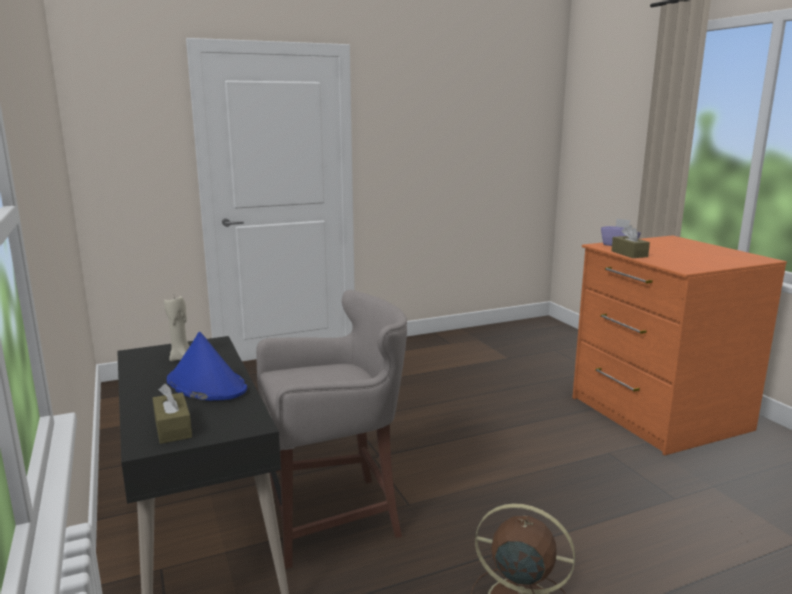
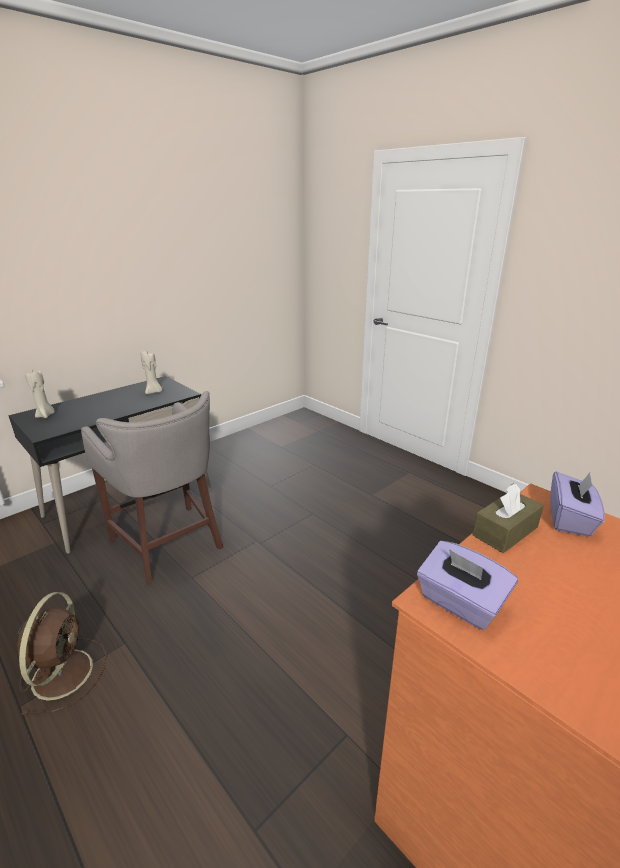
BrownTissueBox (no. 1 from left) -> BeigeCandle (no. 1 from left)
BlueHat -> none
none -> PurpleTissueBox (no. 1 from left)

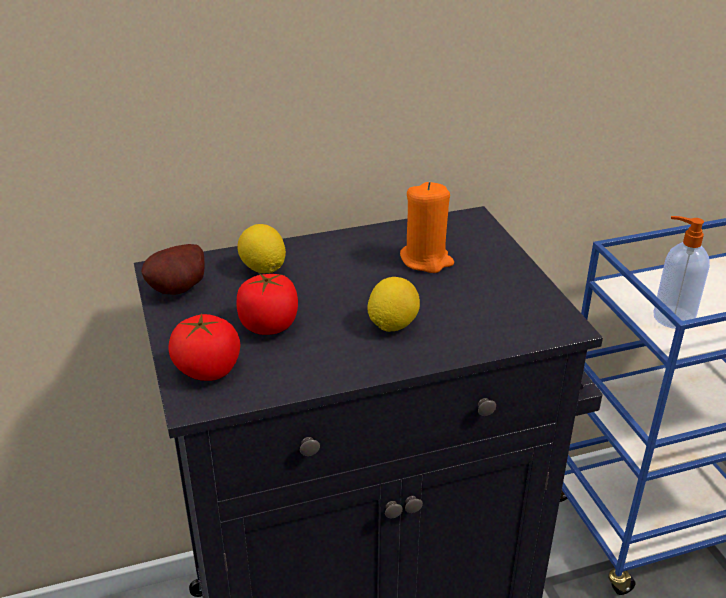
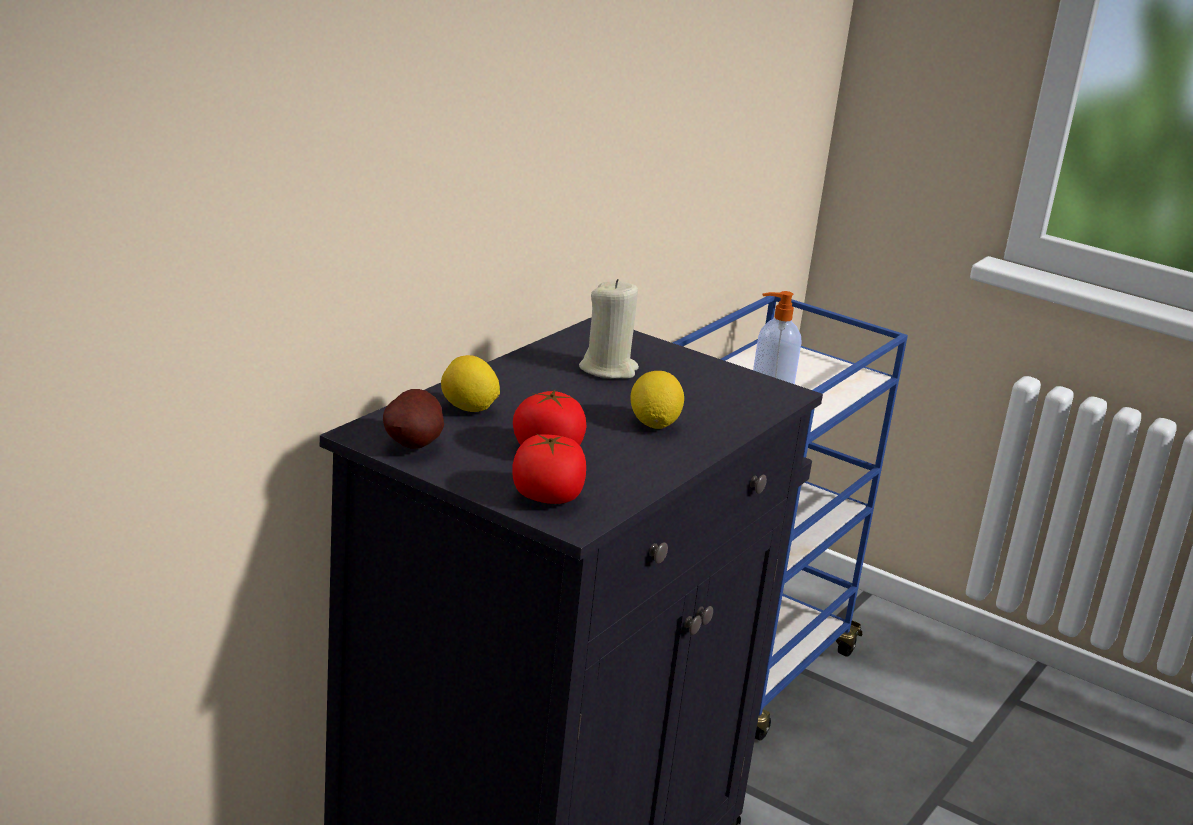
OrangeCandle -> BeigeCandle

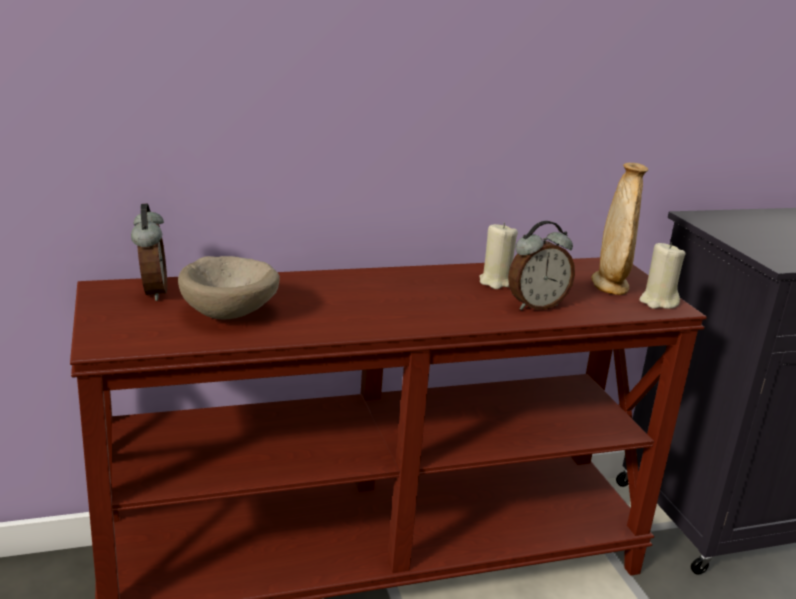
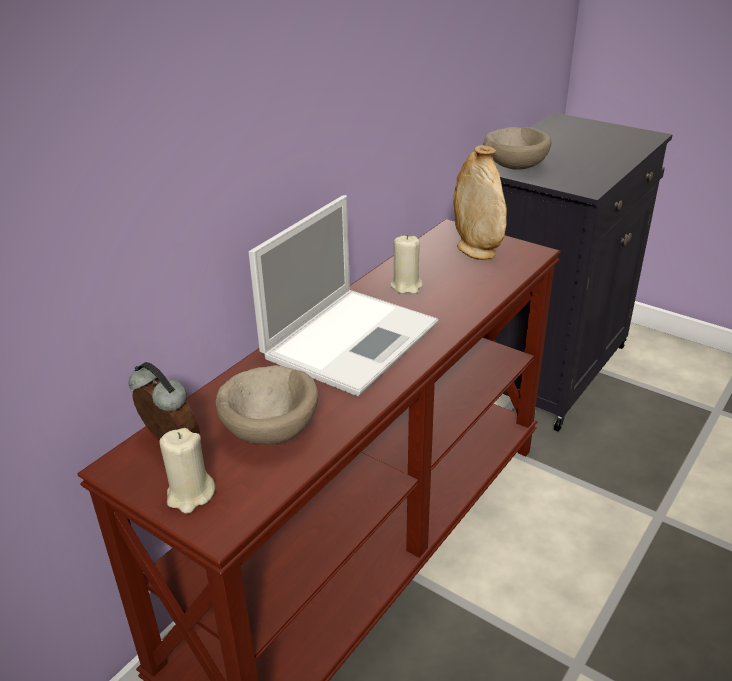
AlarmClock (no. 2 from left) -> none
BeigeCandle (no. 2 from left in the first image) -> BeigeCandle (no. 1 from left), relocated
none -> Laptop
none -> BeigeBowl (no. 2 from left)

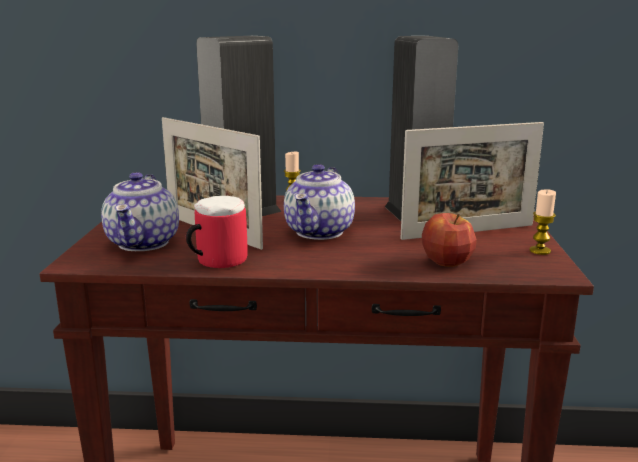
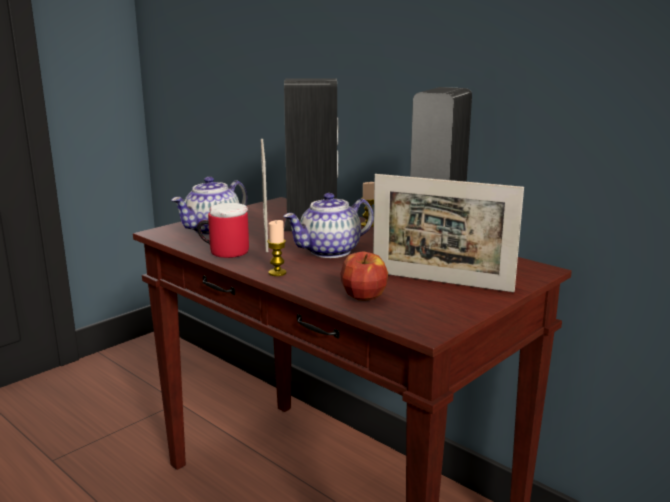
Candle (no. 2 from left in the first image) -> Candle (no. 1 from left), relocated

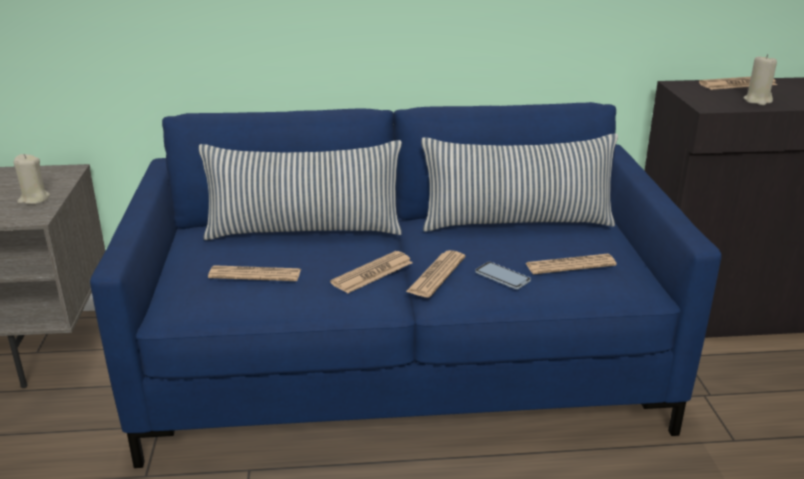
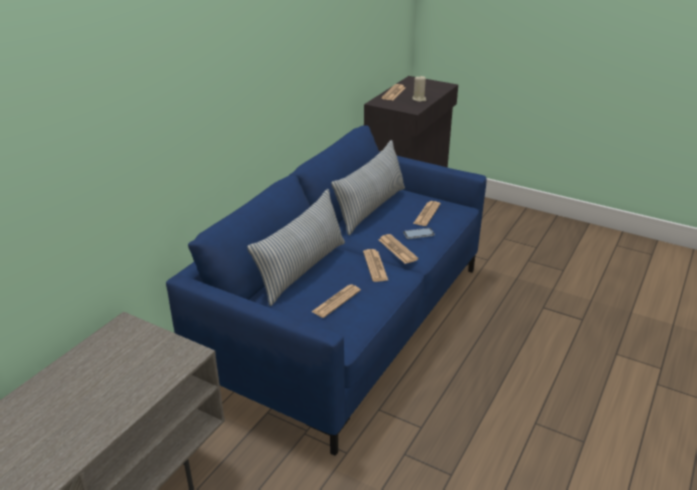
BeigeCandle (no. 1 from left) -> none

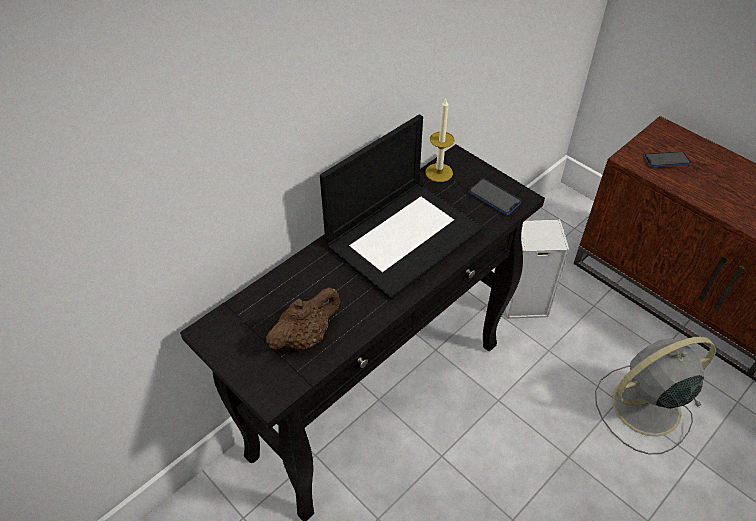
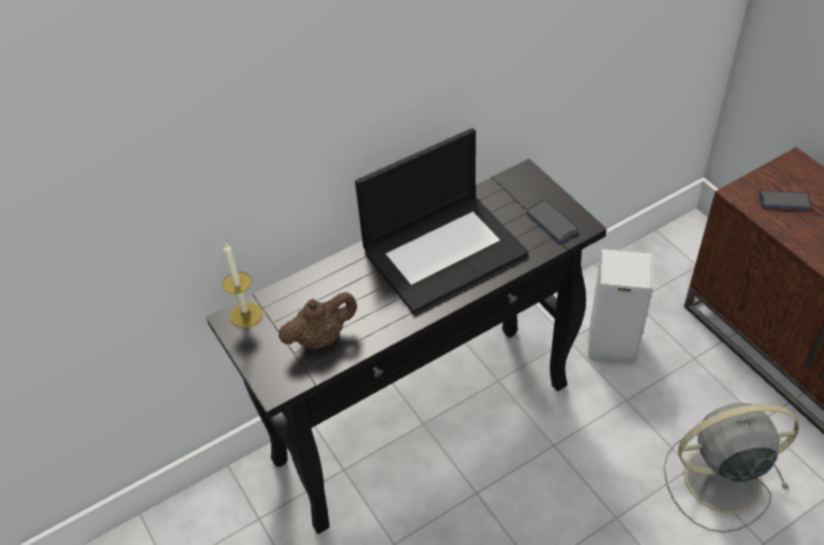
Candle, relocated

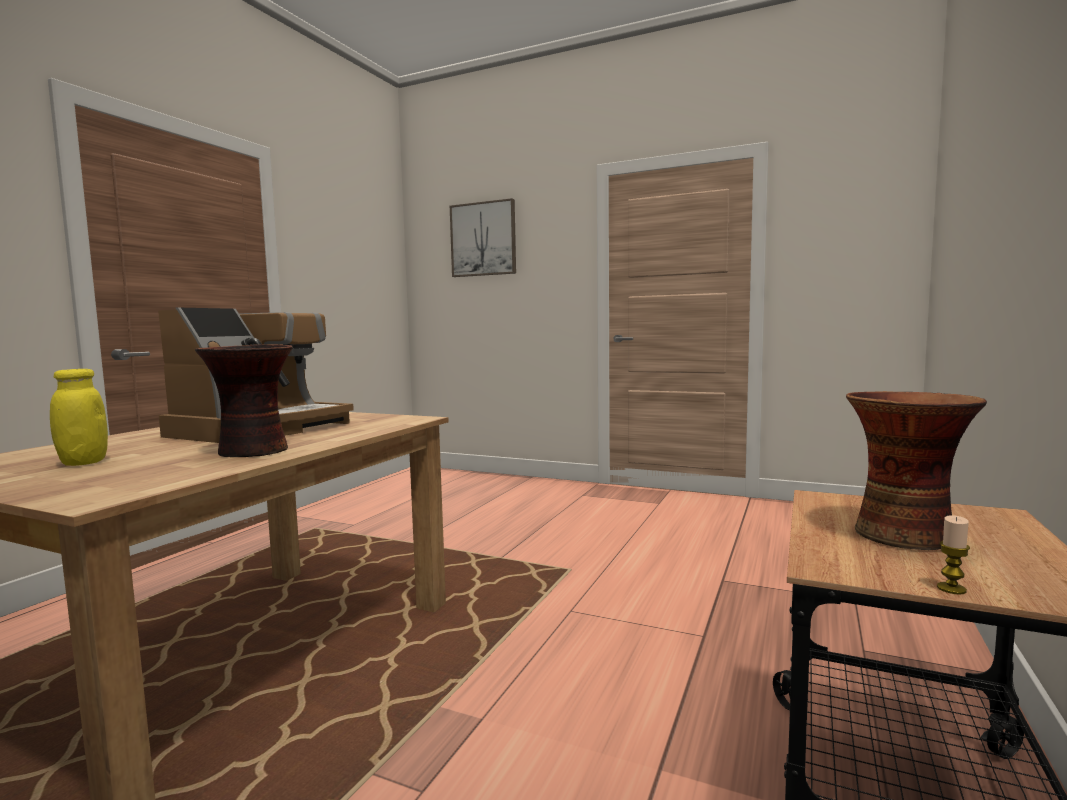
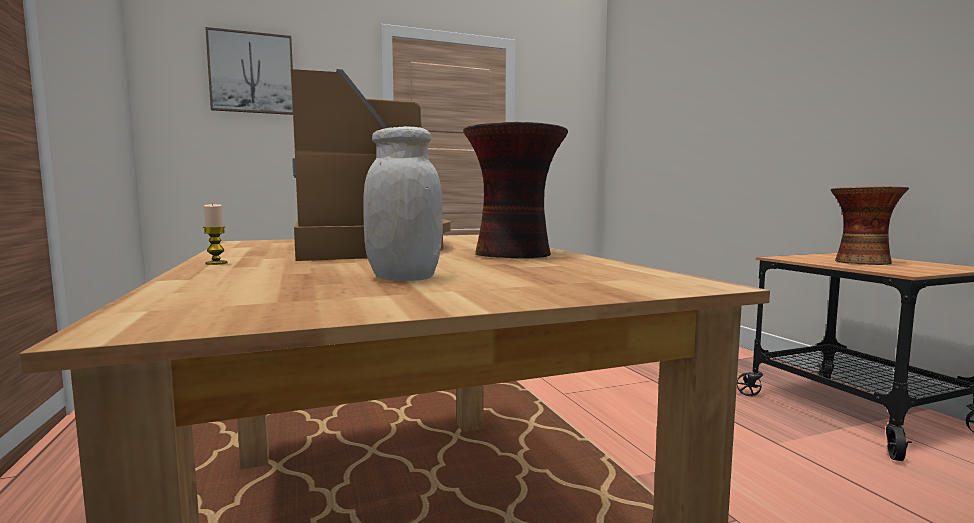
YellowJar -> WhiteJar
Candle, relocated

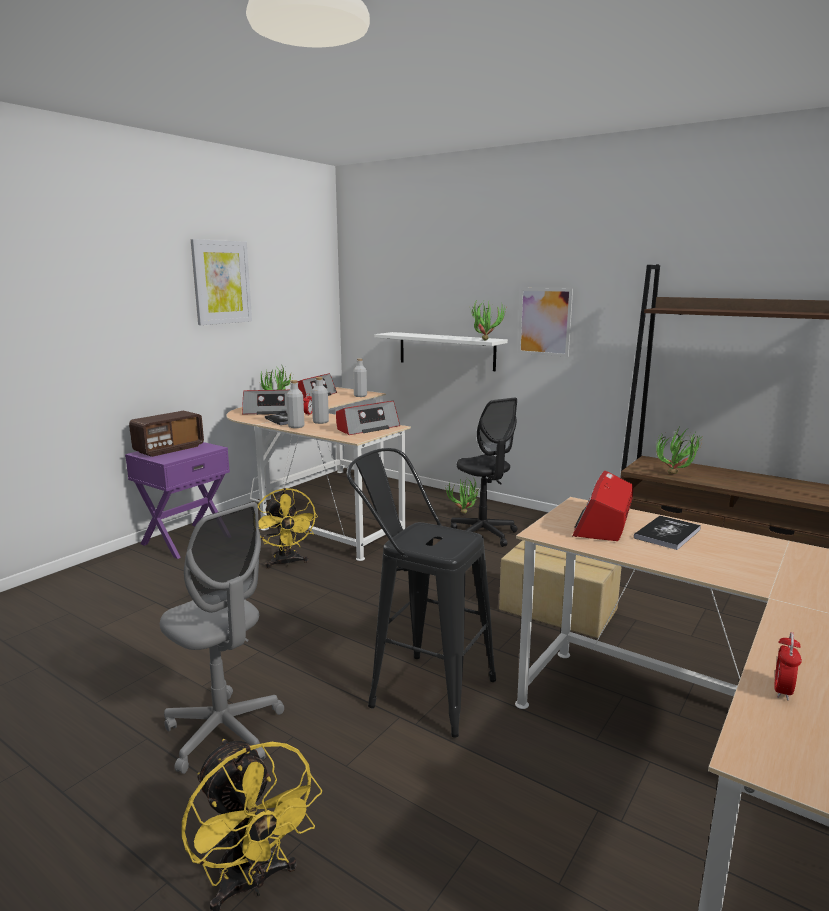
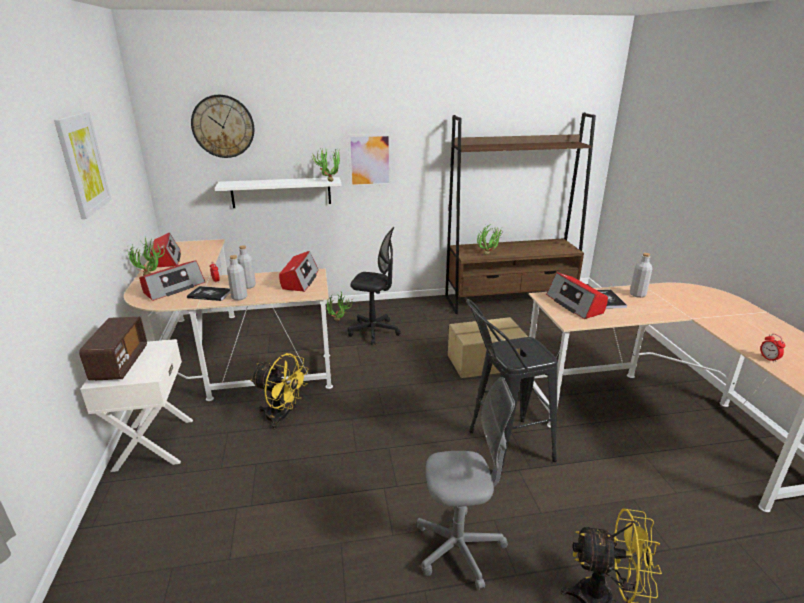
PurpleNightstand -> WhiteNightstand
GreyBottle (no. 3 from left), relocated
none -> WallClock

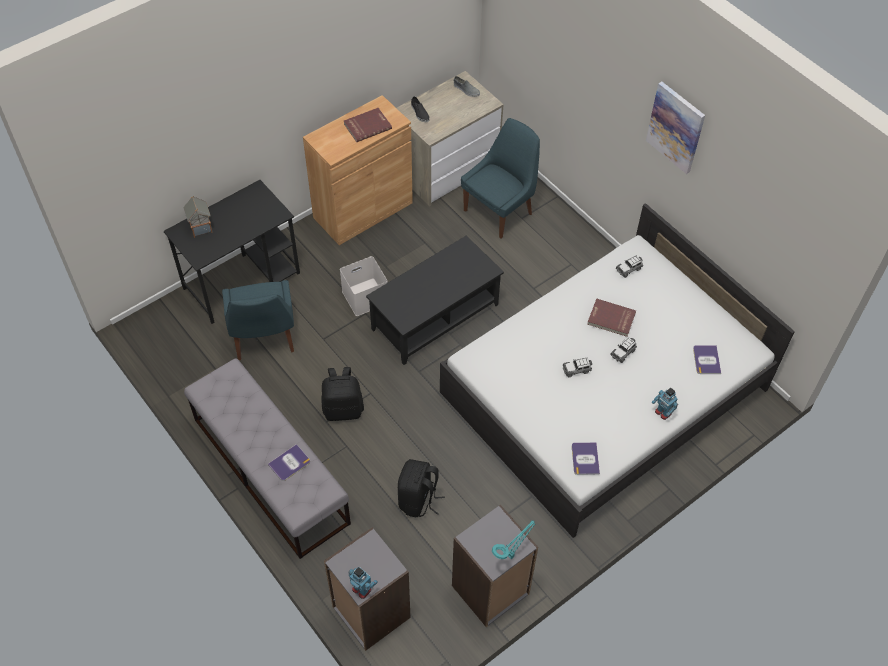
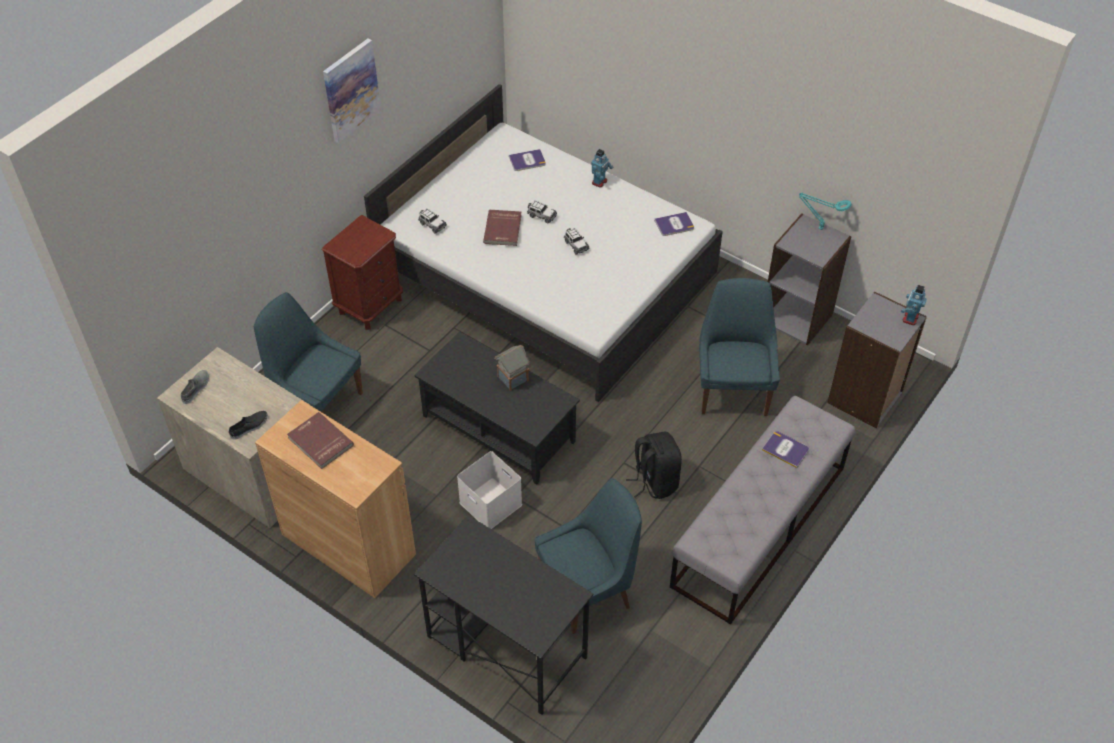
ToyHouse, relocated
BlackBackpack (no. 2 from left) -> BlueChair (no. 3 from left)
none -> BrownNightstand

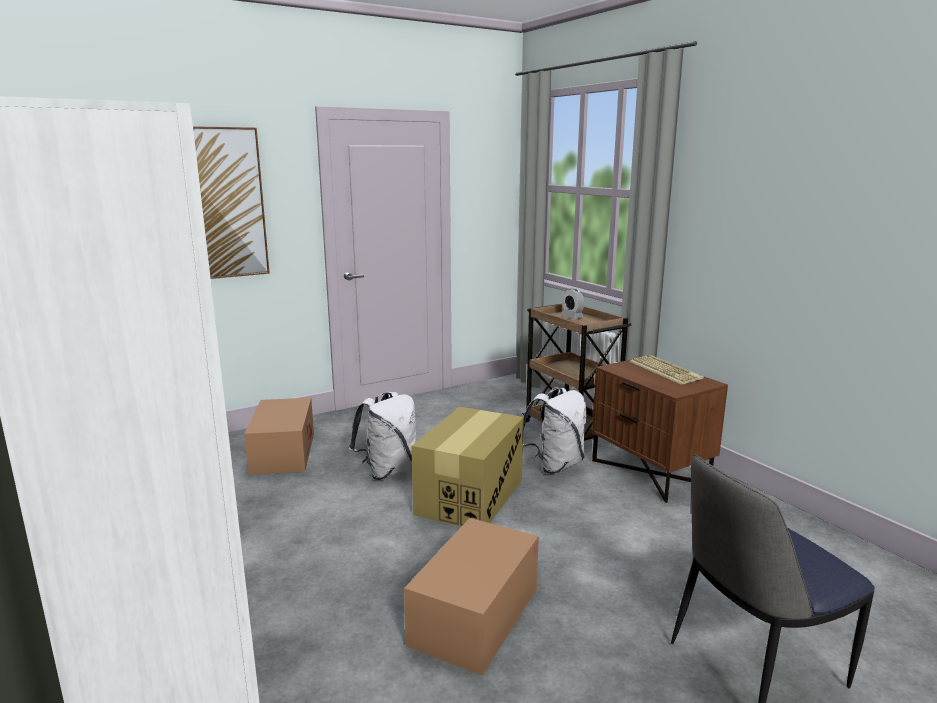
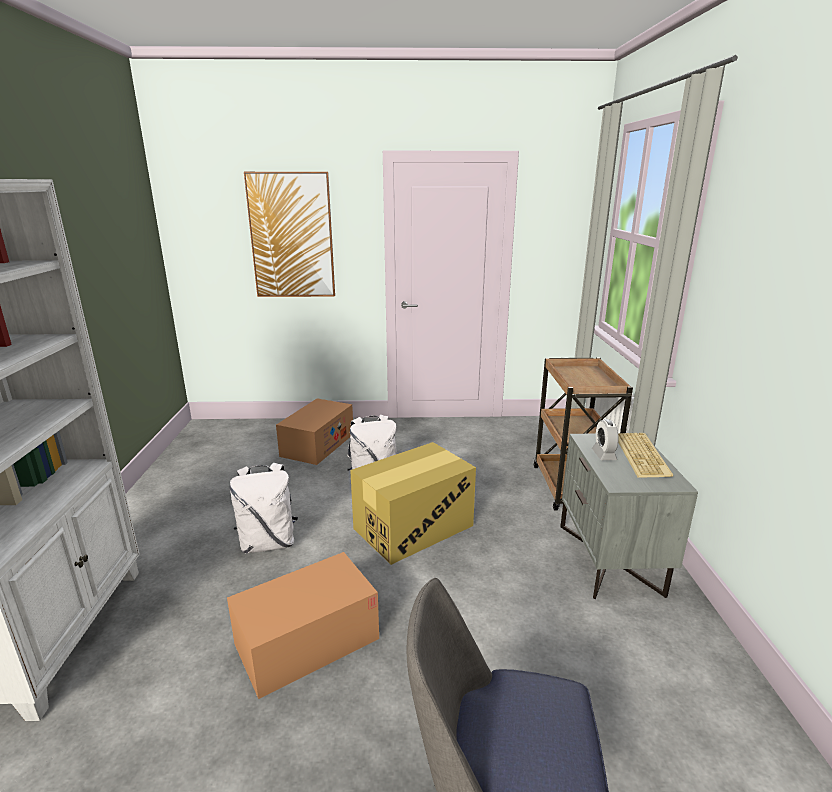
WhiteBackpack (no. 2 from left in the first image) -> WhiteBackpack (no. 1 from left), relocated
AlarmClock, relocated
BrownNightstand -> GreyNightstand

